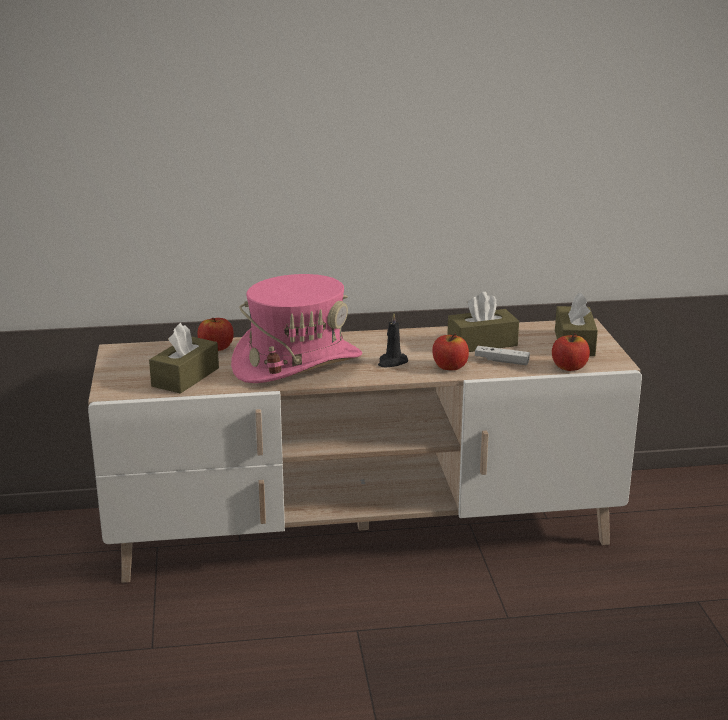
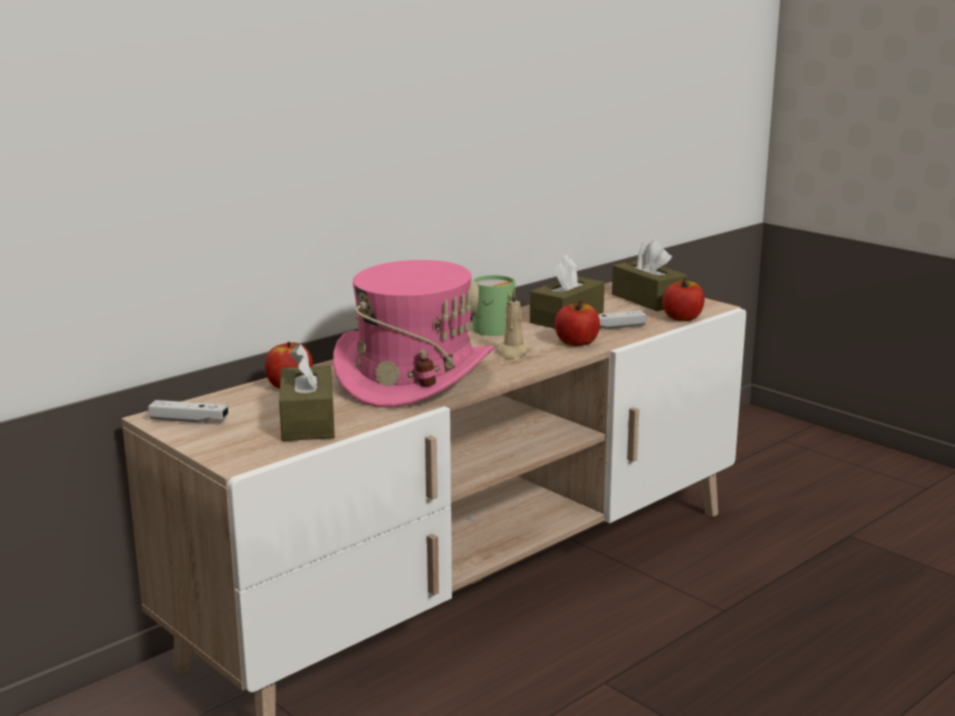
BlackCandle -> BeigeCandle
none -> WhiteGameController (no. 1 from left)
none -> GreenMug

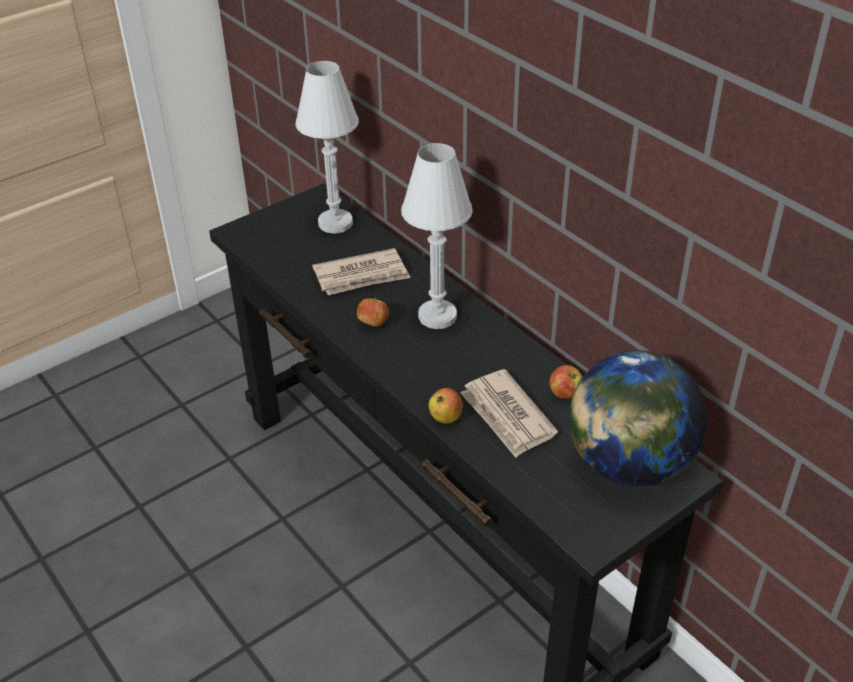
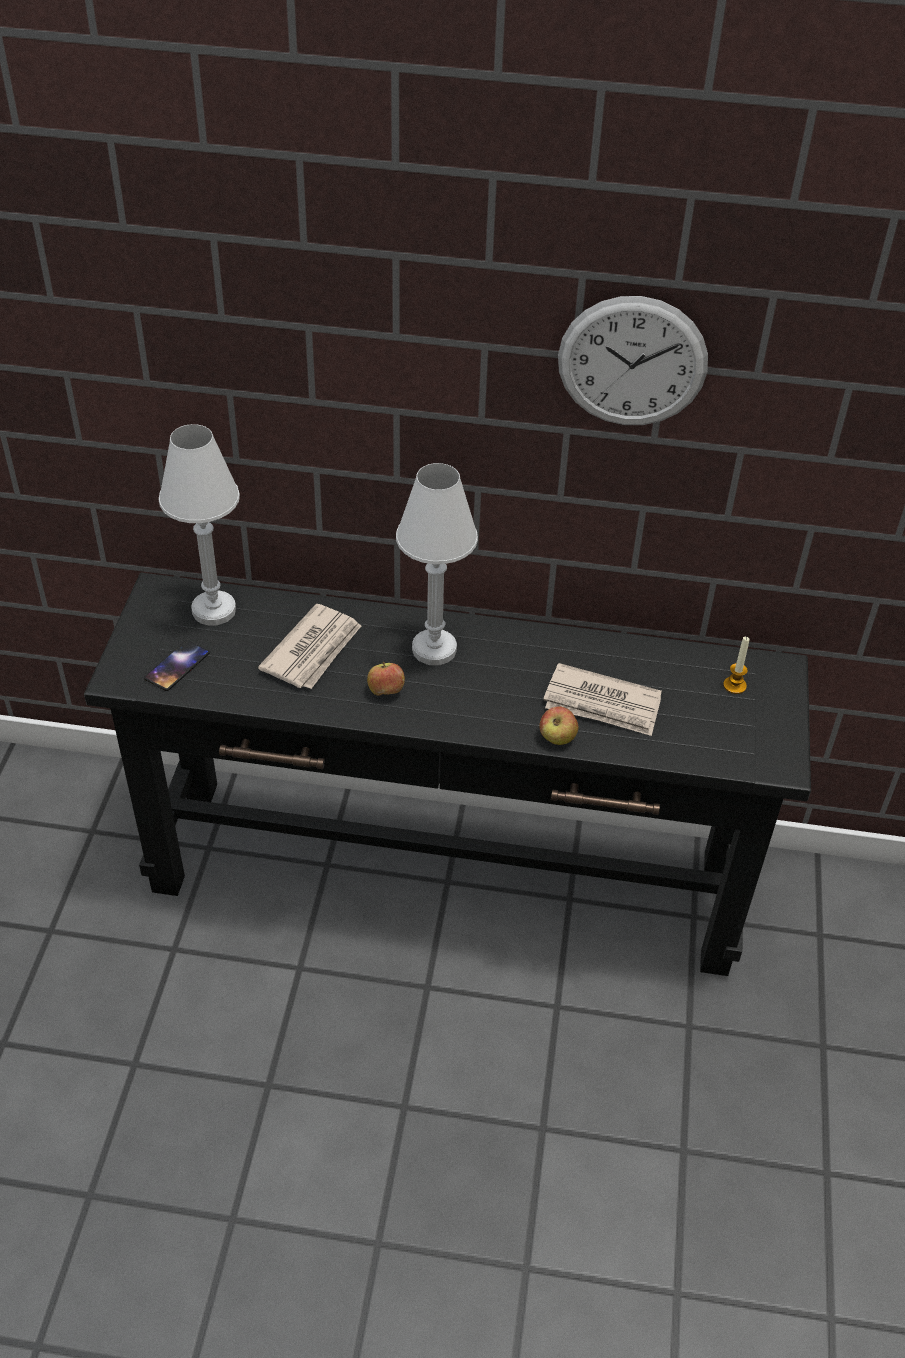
Apple (no. 3 from left) -> none
Globe -> Candle
none -> Phone
none -> WallClock

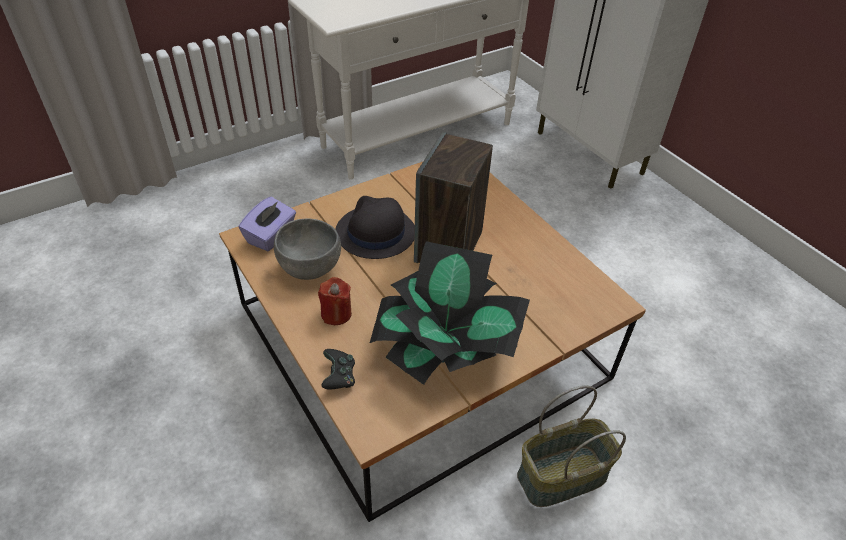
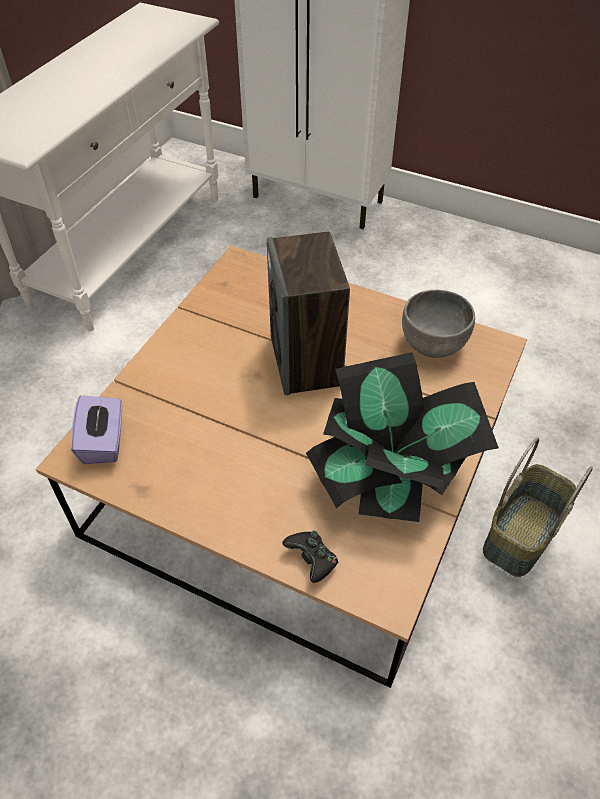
GreyBowl, relocated
RedCandle -> none
BlackHat -> none

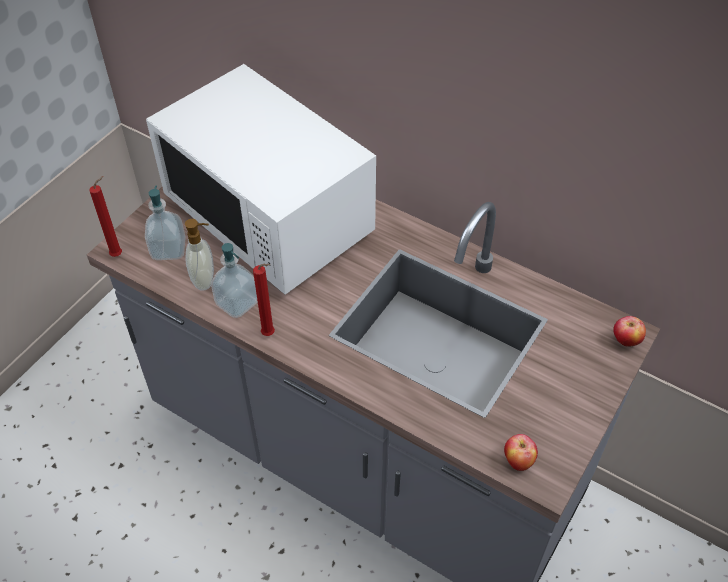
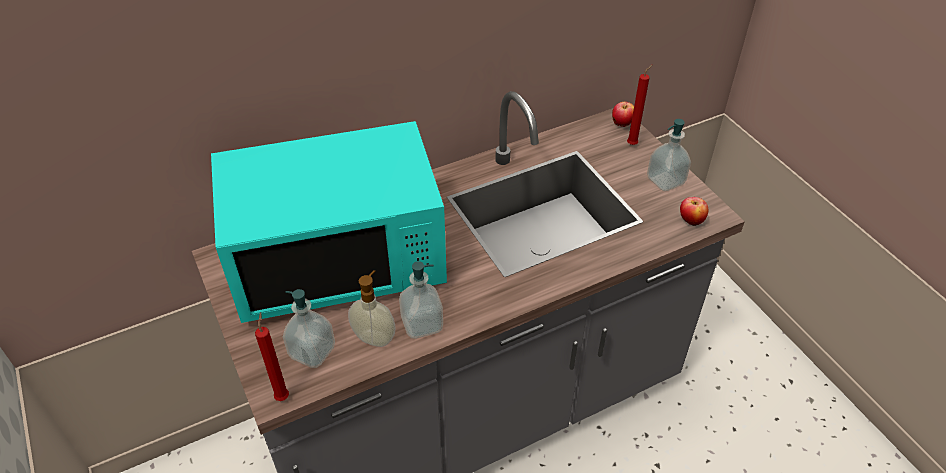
WhiteMicrowave -> TurquoiseMicrowave
RedCandle (no. 2 from left), relocated
none -> SoapDispenser (no. 4 from left)

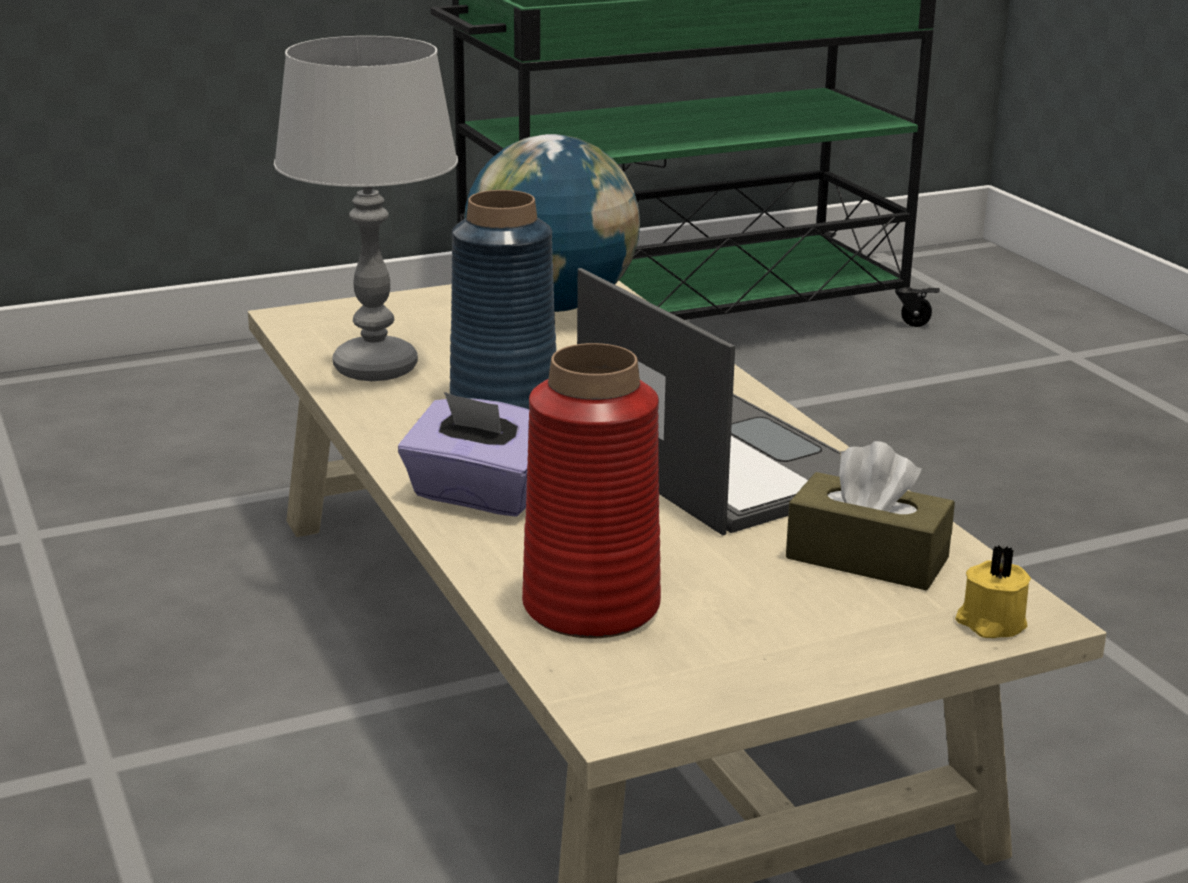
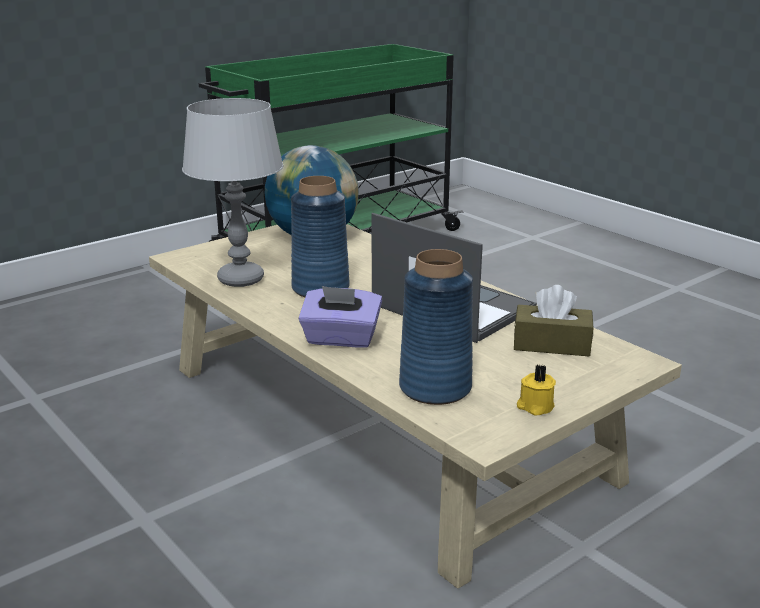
RedVase -> BlueVase (no. 2 from left)
YellowCandle, relocated

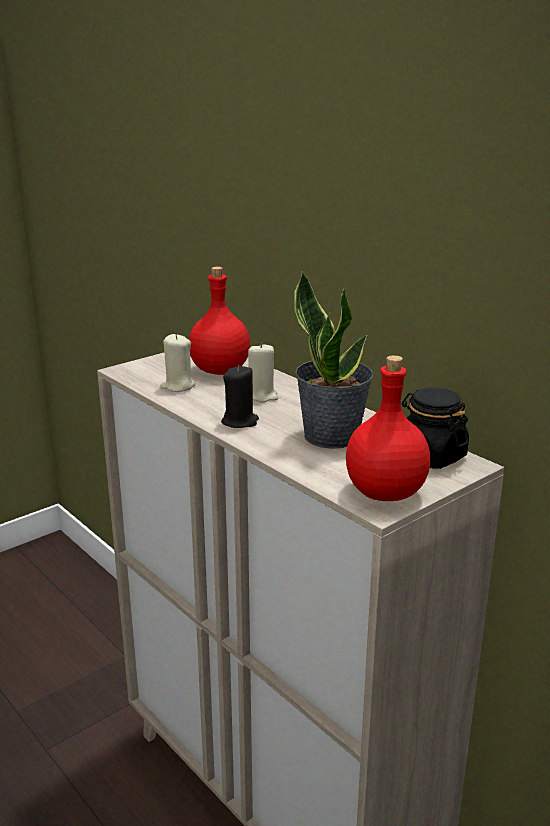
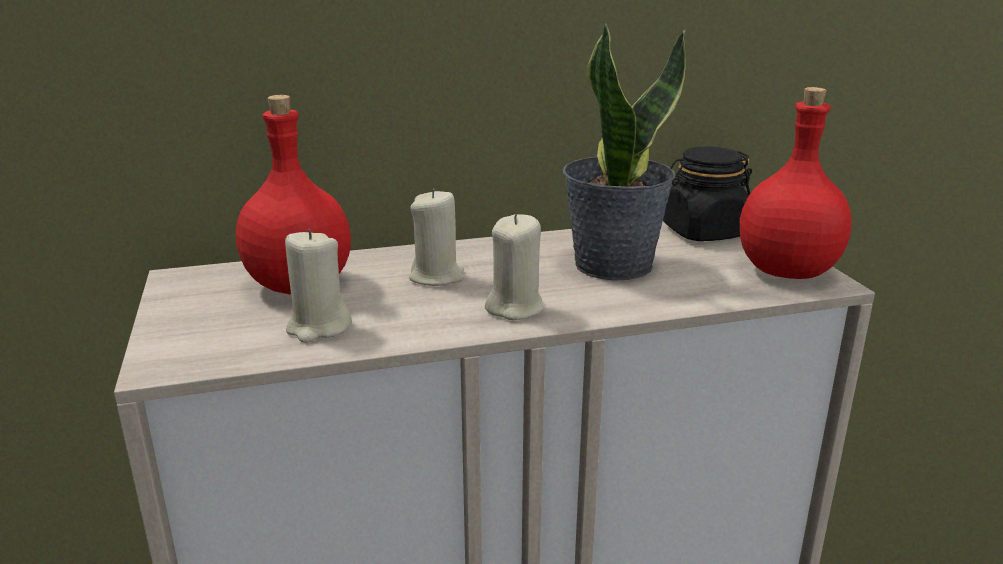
BlackCandle -> BeigeCandle (no. 3 from left)

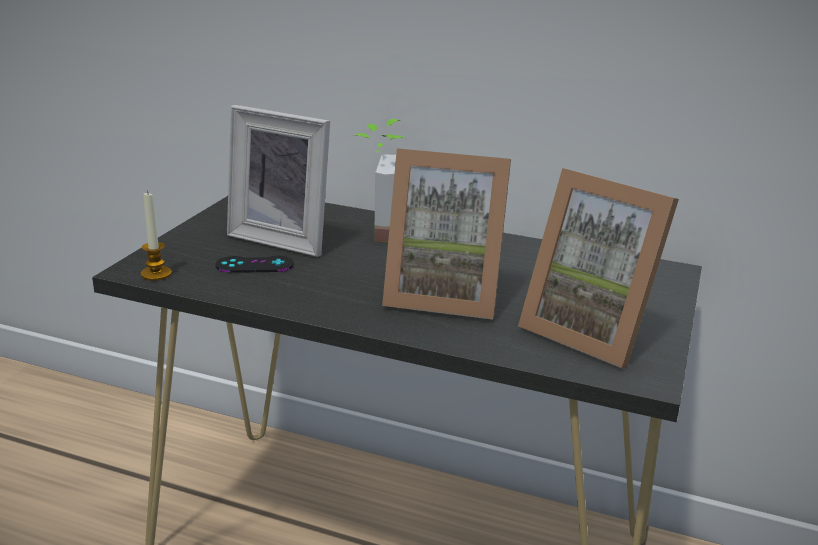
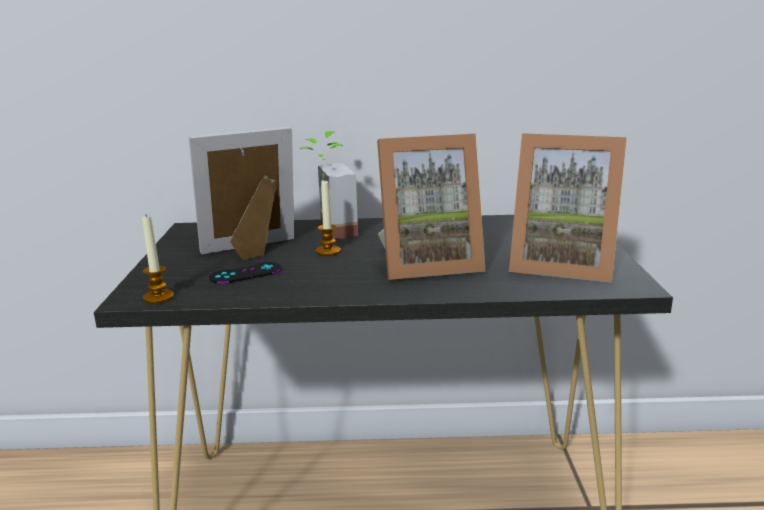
PictureFrame (no. 1 from left), 150 degrees clockwise
none -> Candle (no. 2 from left)

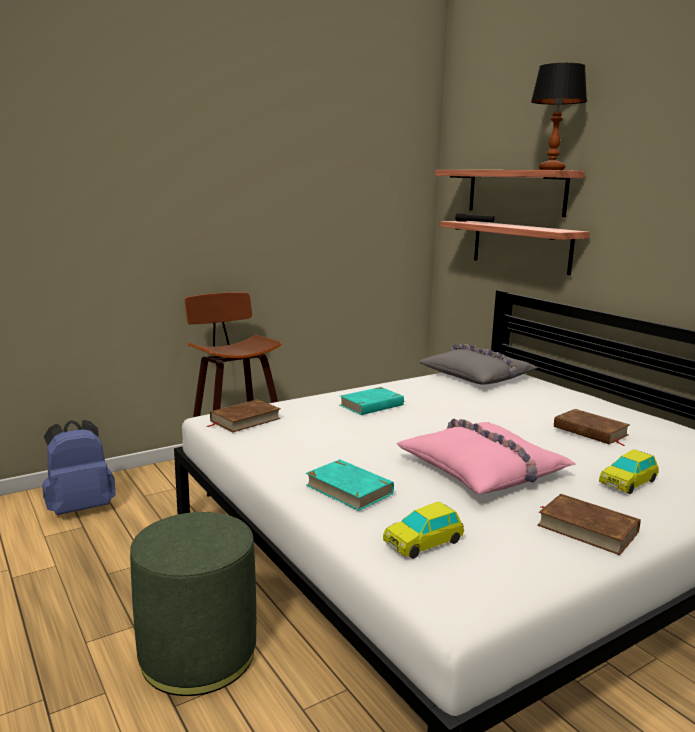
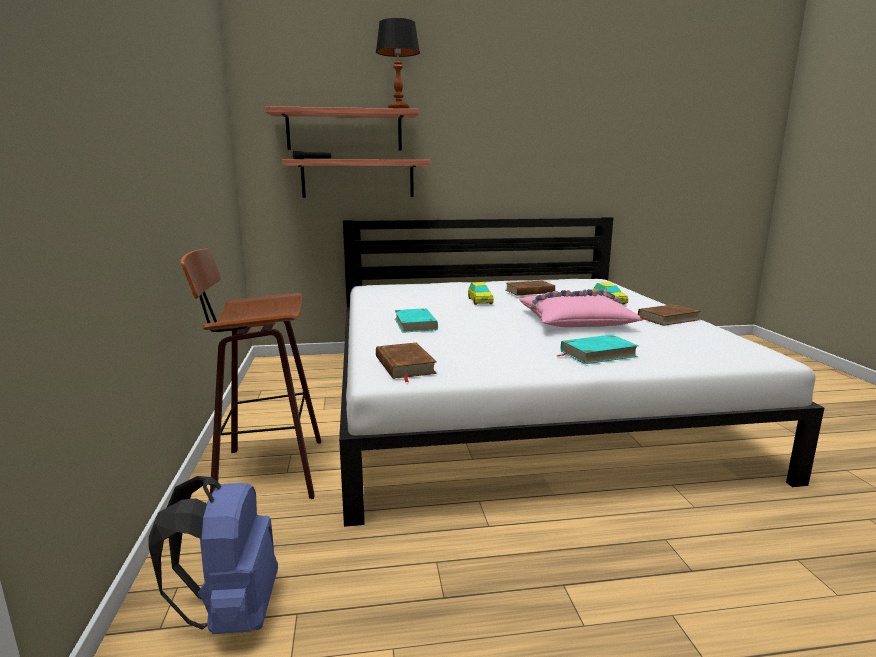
GreenOttoman -> none
ToyCar (no. 1 from left), relocated
GreyPillow -> none

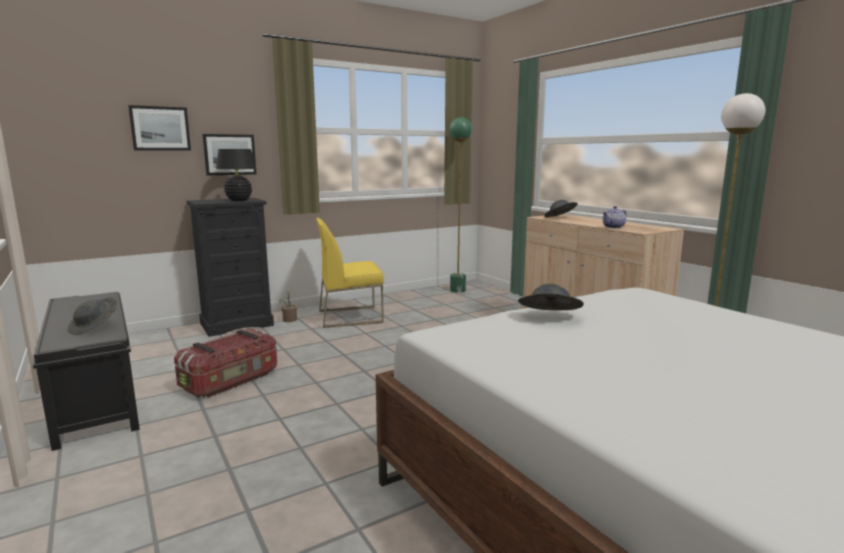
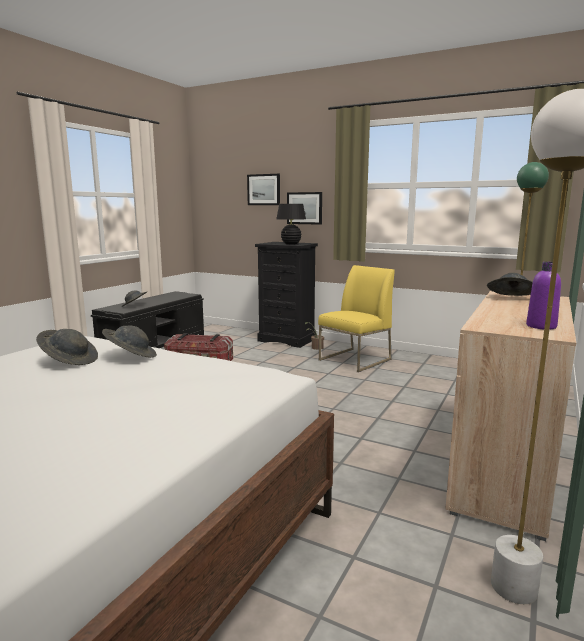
YellowChair, 90 degrees clockwise
Teapot -> none
none -> GreyHat (no. 1 from left)
none -> PurpleBottle

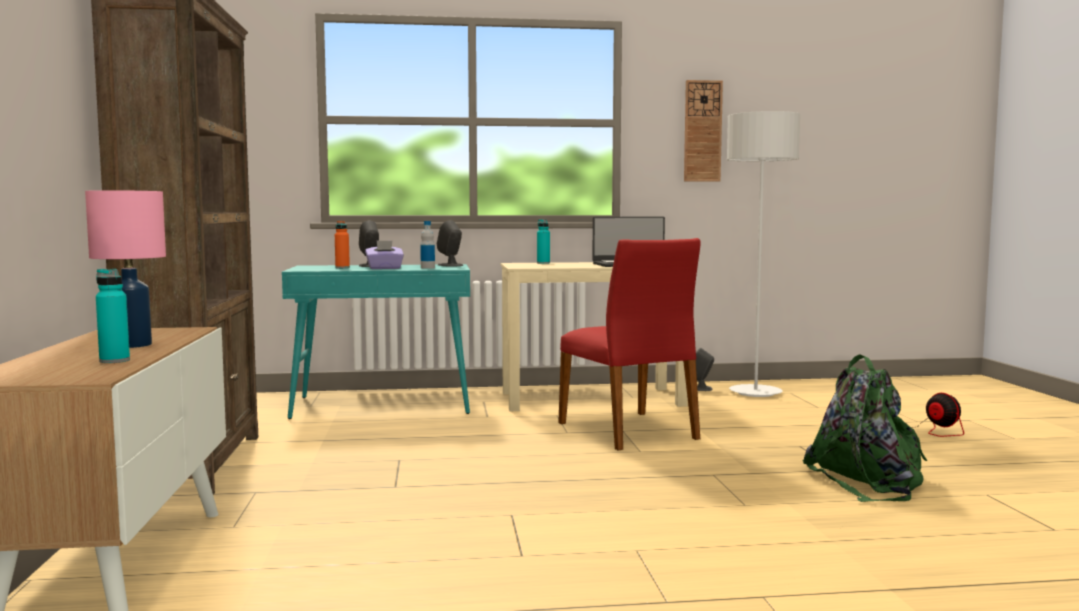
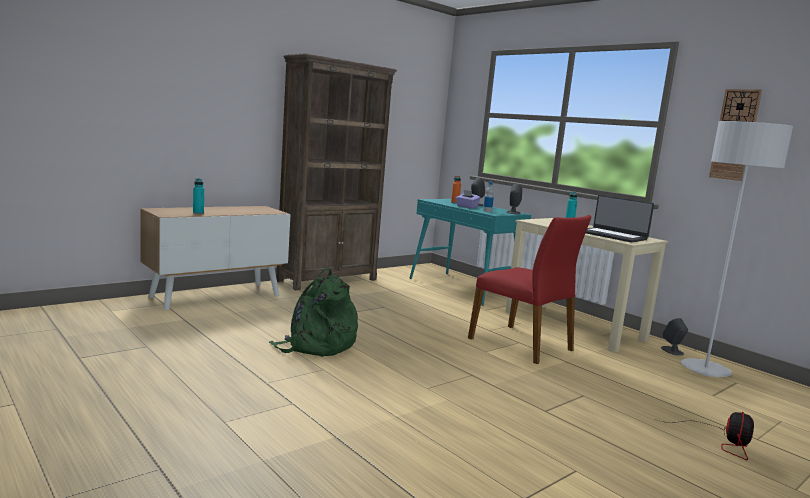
PinkTableLamp -> none
RedChair, 75 degrees counterclockwise
GreenBackpack, relocated

